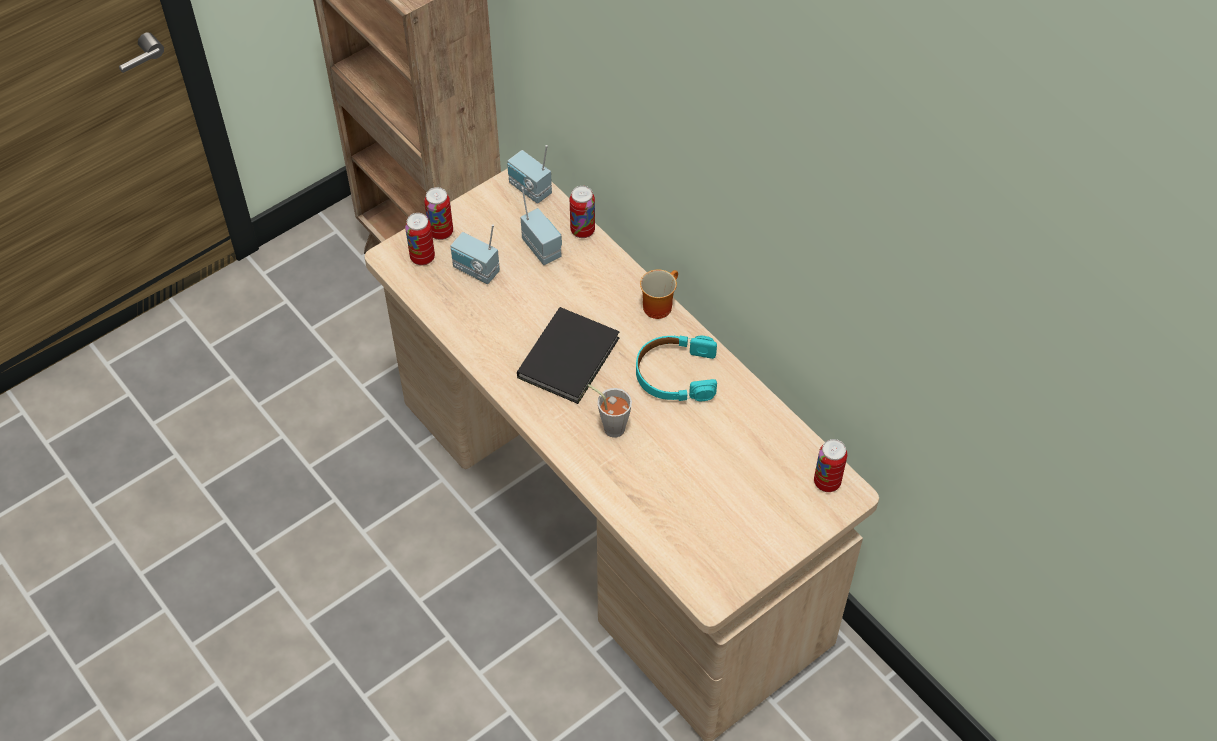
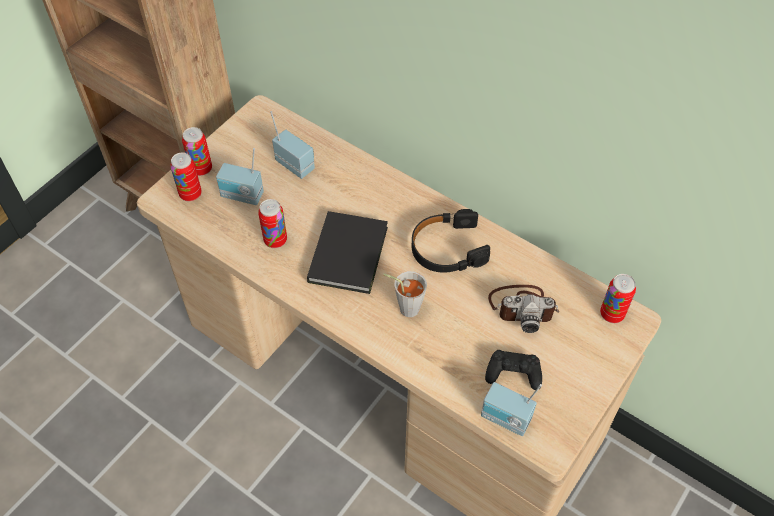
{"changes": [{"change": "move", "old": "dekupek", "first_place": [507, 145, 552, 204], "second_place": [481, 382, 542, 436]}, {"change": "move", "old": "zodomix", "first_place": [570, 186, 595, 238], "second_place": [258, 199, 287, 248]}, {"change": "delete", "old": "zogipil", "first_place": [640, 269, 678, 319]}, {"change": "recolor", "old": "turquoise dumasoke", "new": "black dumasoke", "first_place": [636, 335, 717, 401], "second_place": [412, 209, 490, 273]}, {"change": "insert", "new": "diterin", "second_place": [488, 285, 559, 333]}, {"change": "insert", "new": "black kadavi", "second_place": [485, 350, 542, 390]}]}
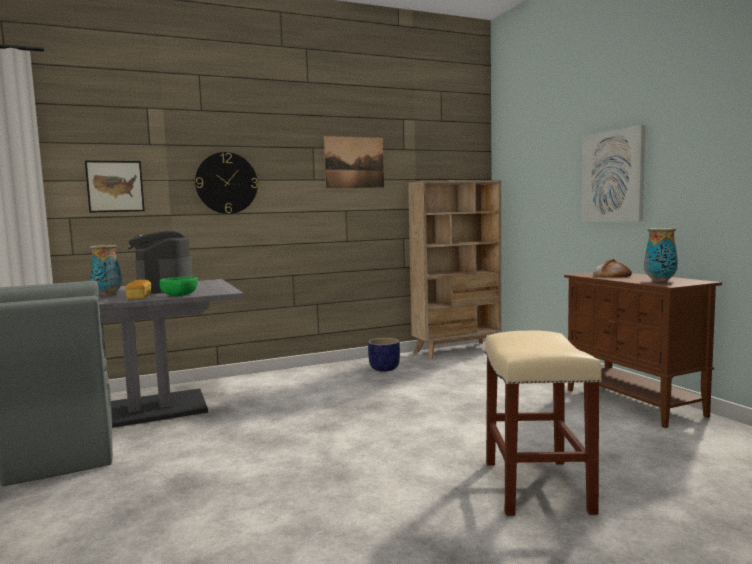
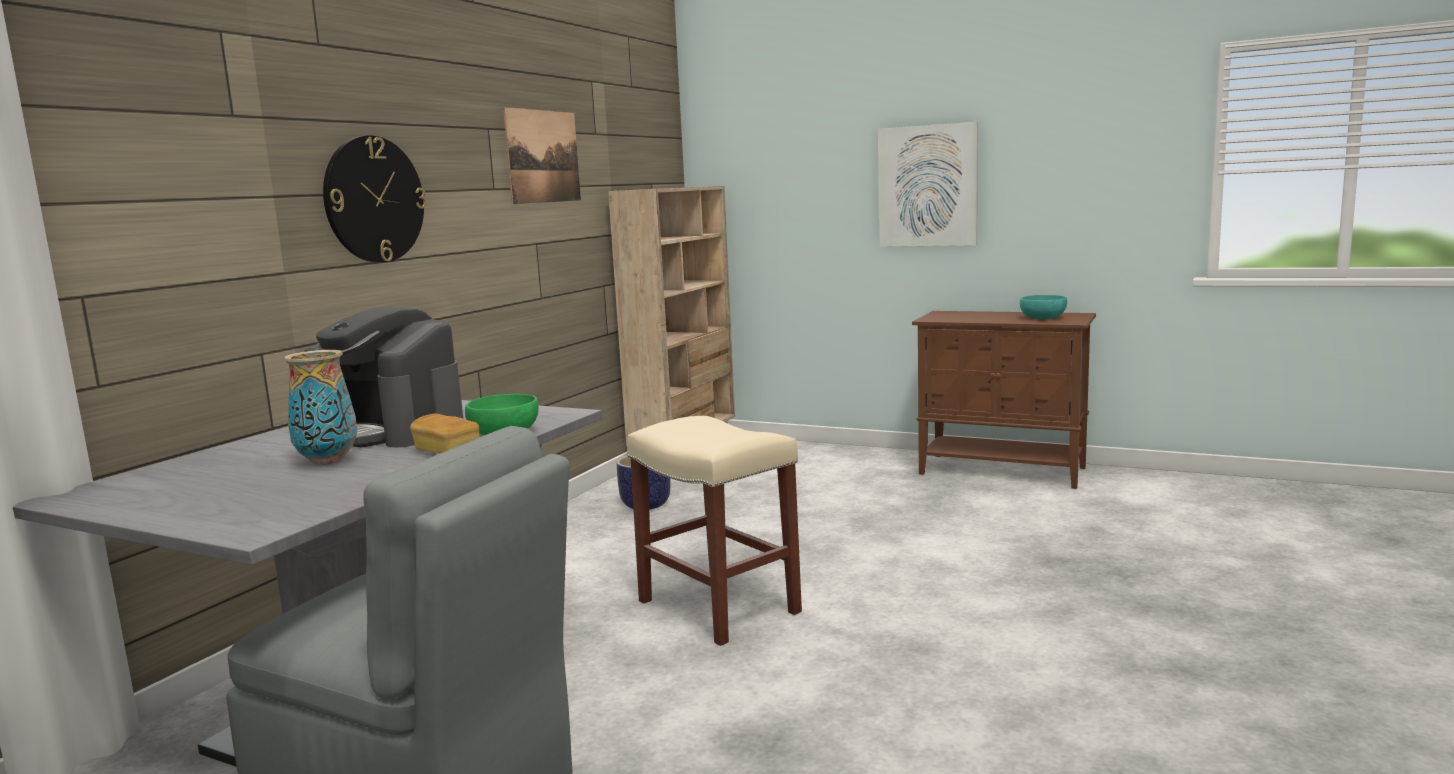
{"changes": [{"change": "delete", "old": "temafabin", "first_place": [85, 160, 145, 213]}, {"change": "replace", "old": "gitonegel", "new": "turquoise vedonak", "first_place": [644, 228, 678, 282], "second_place": [1020, 295, 1067, 319]}, {"change": "delete", "old": "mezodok", "first_place": [593, 259, 632, 278]}, {"change": "move", "old": "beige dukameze", "first_place": [485, 330, 602, 516], "second_place": [627, 416, 802, 646]}]}
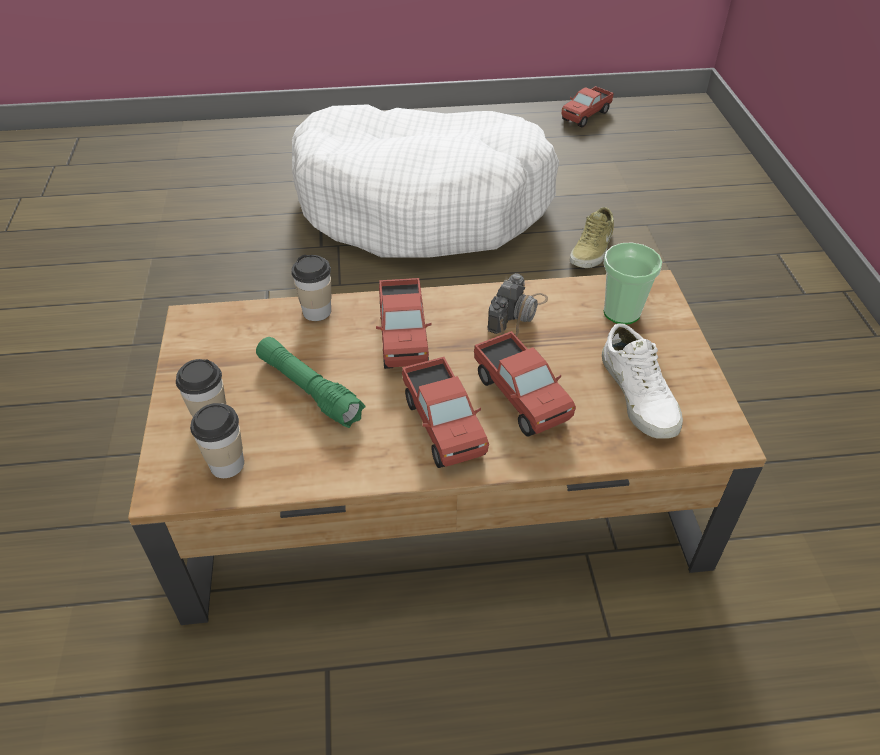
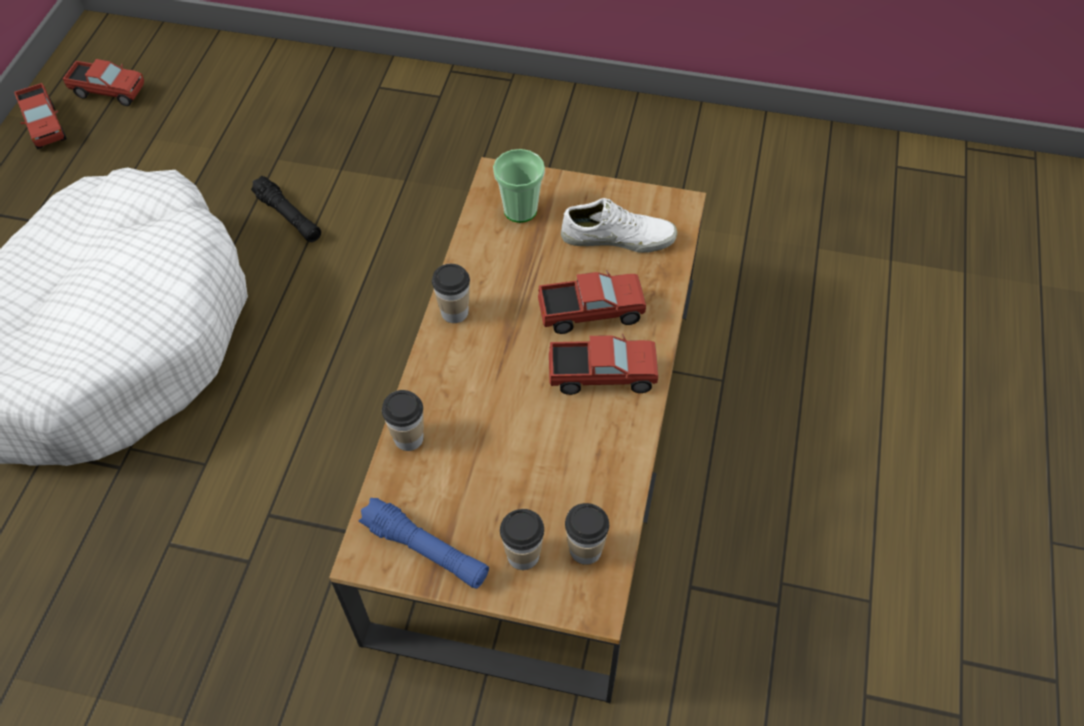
{"changes": [{"change": "replace", "old": "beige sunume", "new": "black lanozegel", "first_place": [570, 207, 614, 268], "second_place": [251, 176, 321, 242]}, {"change": "delete", "old": "diterin", "first_place": [487, 273, 548, 336]}, {"change": "move", "old": "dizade", "first_place": [376, 278, 432, 369], "second_place": [63, 59, 144, 106]}, {"change": "delete", "old": "green lanozegel", "first_place": [256, 337, 365, 428]}, {"change": "insert", "new": "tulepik", "second_place": [432, 264, 470, 323]}, {"change": "insert", "new": "blue lanozegel", "second_place": [359, 498, 489, 589]}]}
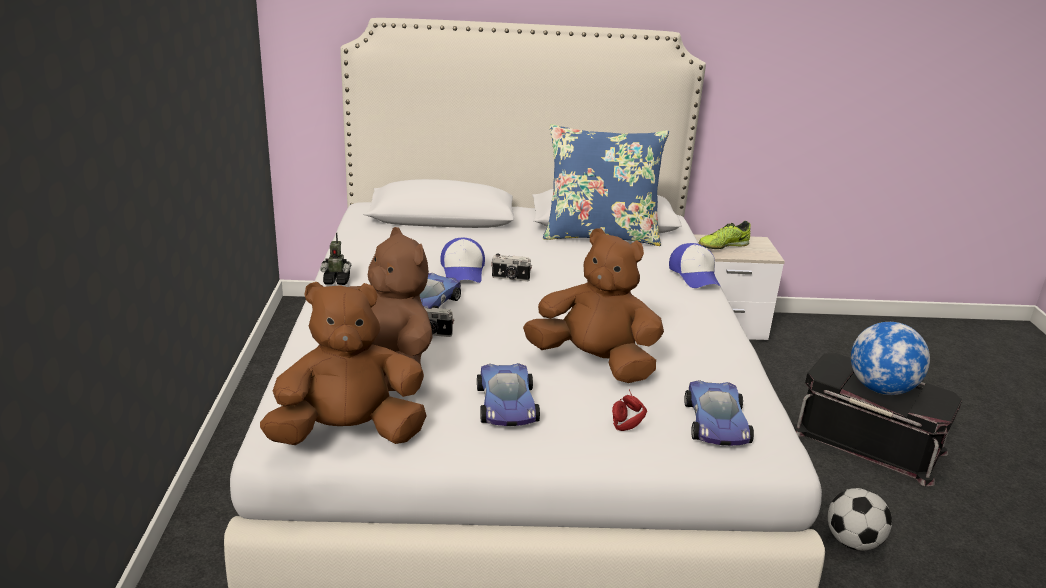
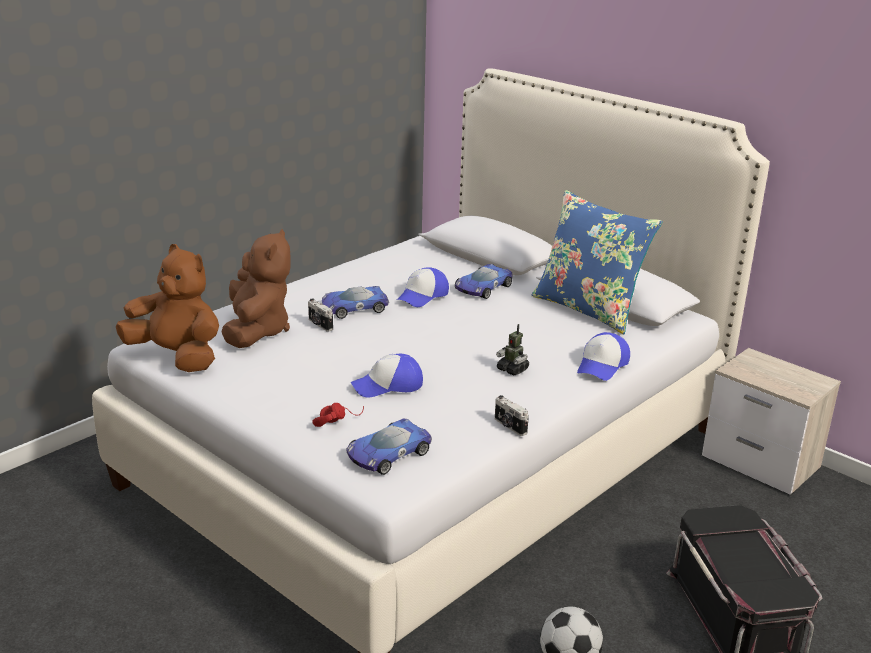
{"changes": [{"change": "delete", "old": "sunume", "first_place": [699, 221, 751, 249]}, {"change": "replace", "old": "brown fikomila", "new": "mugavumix", "first_place": [523, 228, 664, 383], "second_place": [351, 354, 423, 398]}, {"change": "move", "old": "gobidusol", "first_place": [320, 232, 351, 285], "second_place": [496, 324, 529, 376]}, {"change": "move", "old": "diterin", "first_place": [491, 254, 532, 281], "second_place": [495, 395, 529, 436]}, {"change": "delete", "old": "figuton", "first_place": [851, 322, 930, 395]}, {"change": "move", "old": "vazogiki", "first_place": [477, 363, 540, 426], "second_place": [455, 264, 513, 299]}]}
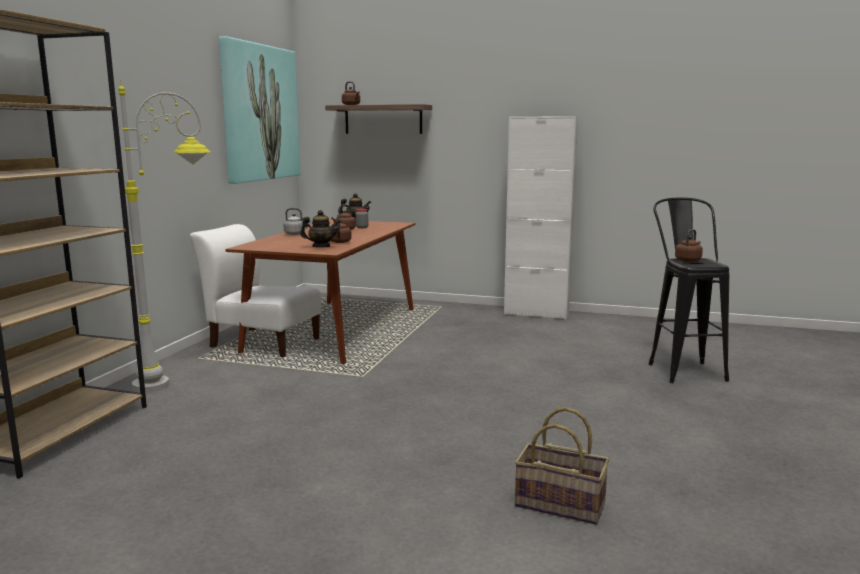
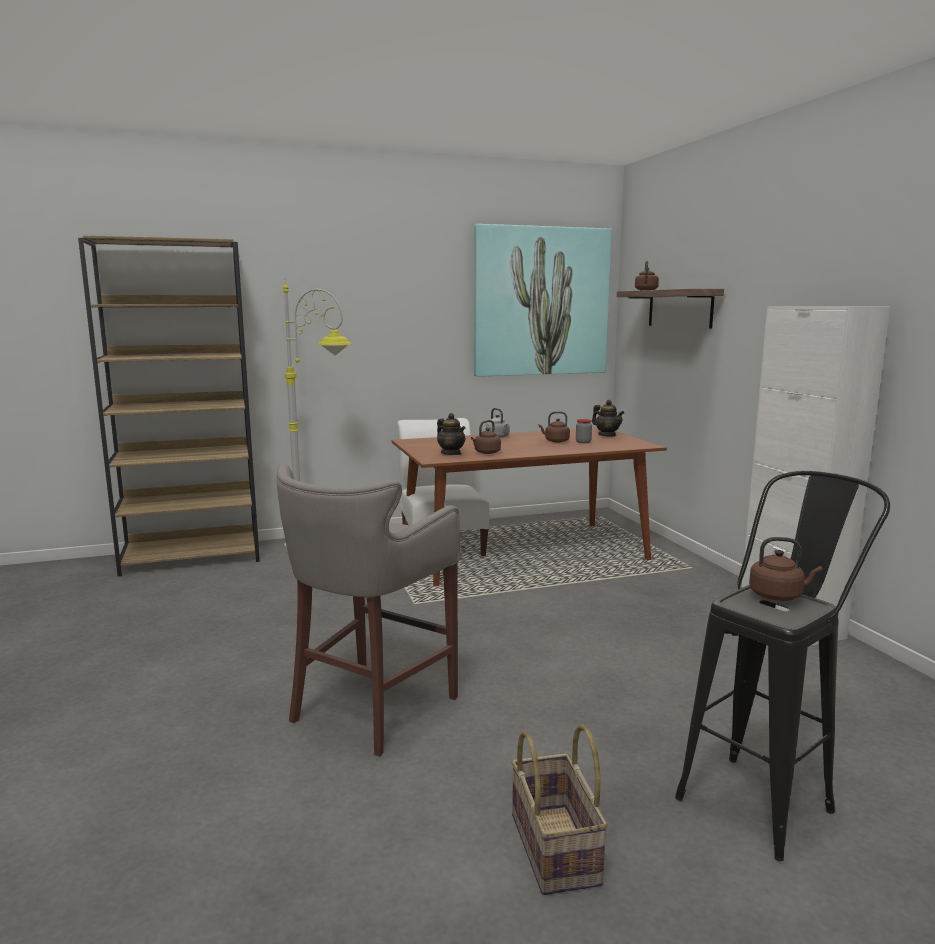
{"changes": [{"change": "move", "old": "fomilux", "first_place": [515, 407, 610, 525], "second_place": [511, 724, 608, 895]}, {"change": "insert", "new": "grey dukameze", "second_place": [277, 463, 460, 757]}]}
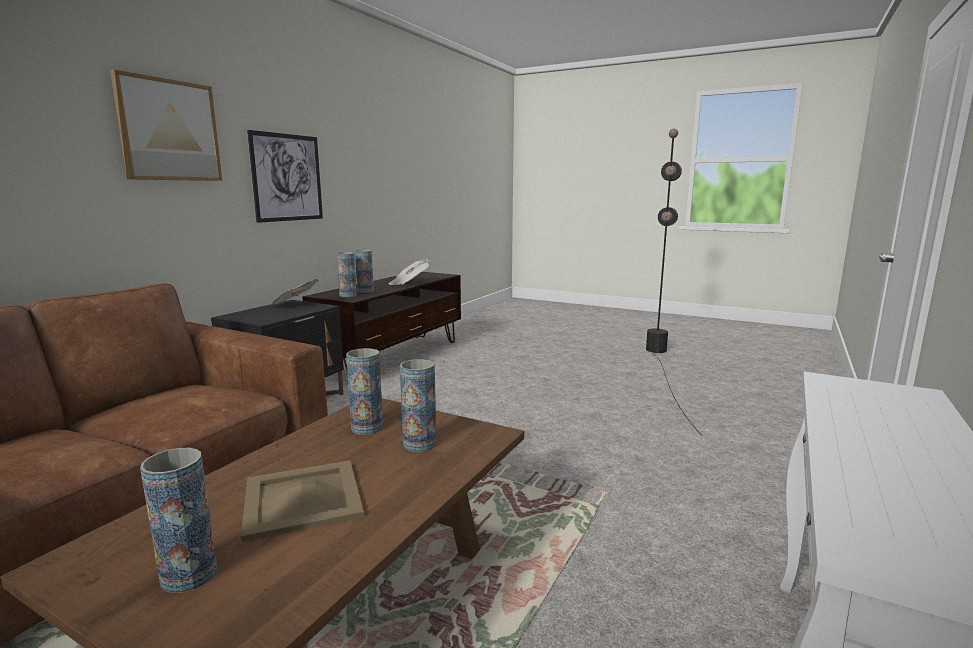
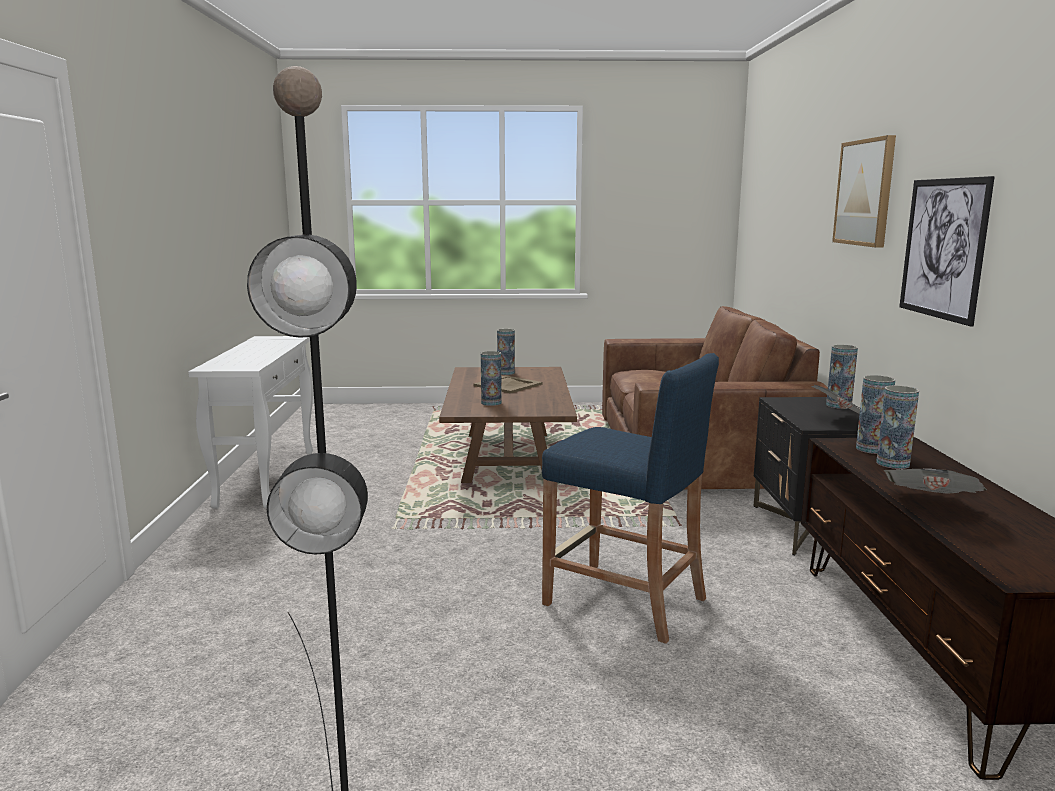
{"changes": [{"change": "move", "old": "gitonegel", "first_place": [346, 348, 383, 435], "second_place": [826, 345, 858, 409]}, {"change": "insert", "new": "blue dukameze", "second_place": [542, 353, 719, 644]}]}
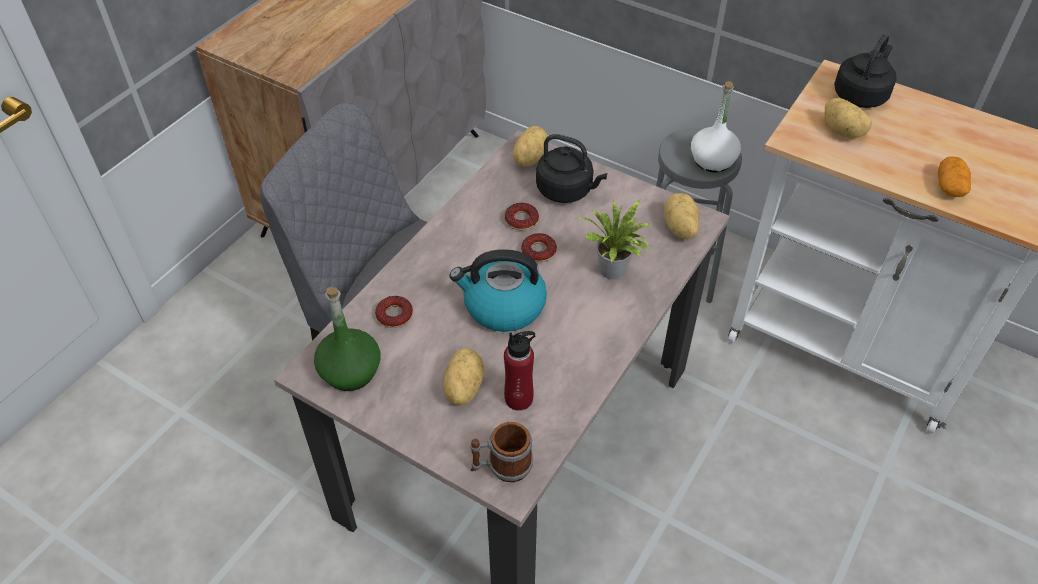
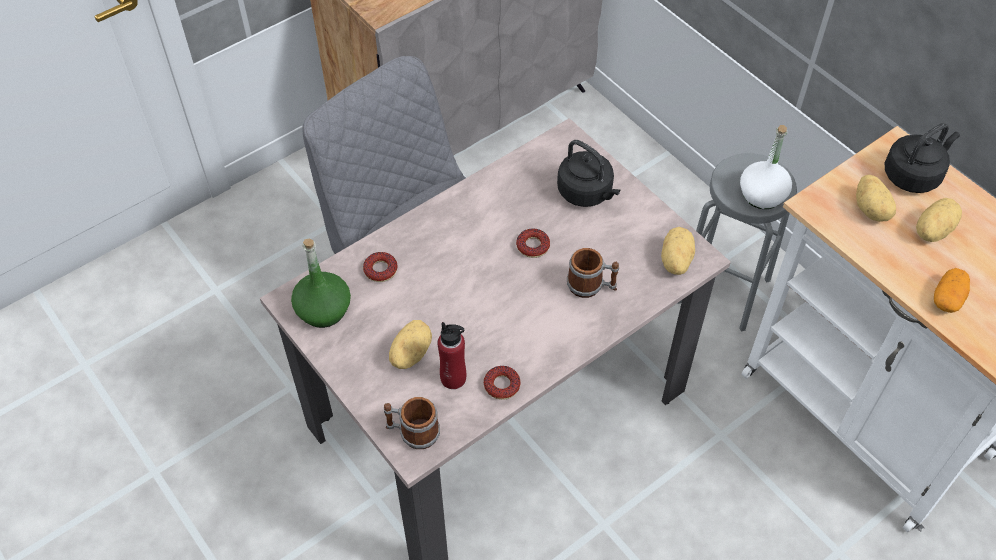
{"changes": [{"change": "move", "old": "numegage", "first_place": [513, 126, 548, 167], "second_place": [916, 198, 962, 242]}, {"change": "replace", "old": "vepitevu", "new": "zogipil", "first_place": [577, 199, 653, 279], "second_place": [567, 248, 619, 298]}, {"change": "move", "old": "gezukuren", "first_place": [505, 203, 539, 231], "second_place": [484, 366, 521, 400]}, {"change": "delete", "old": "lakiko", "first_place": [449, 249, 547, 332]}]}
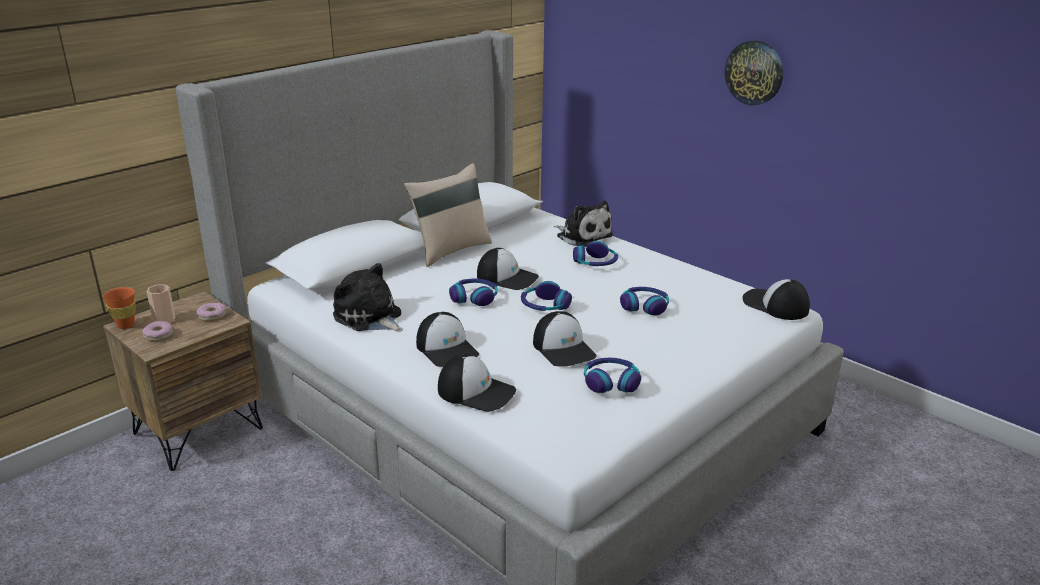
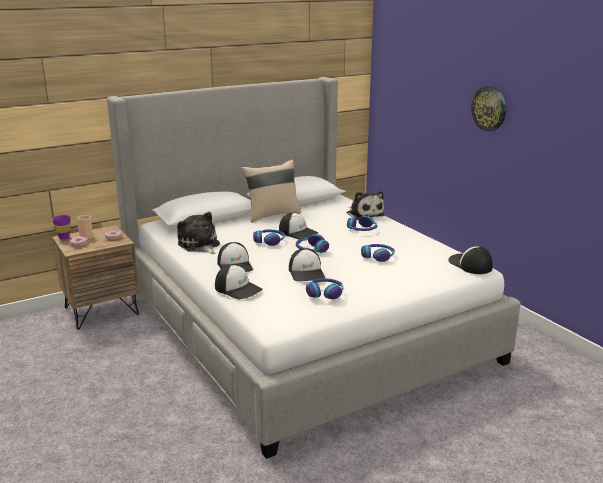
{"changes": [{"change": "recolor", "old": "orange tulepik", "new": "purple tulepik", "first_place": [103, 287, 136, 329], "second_place": [52, 215, 71, 240]}]}
